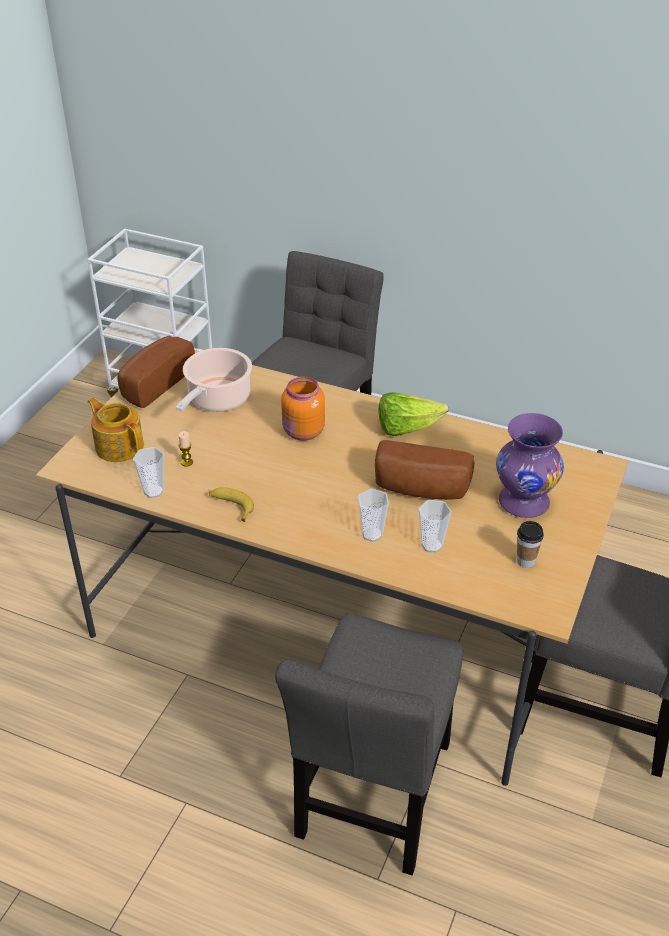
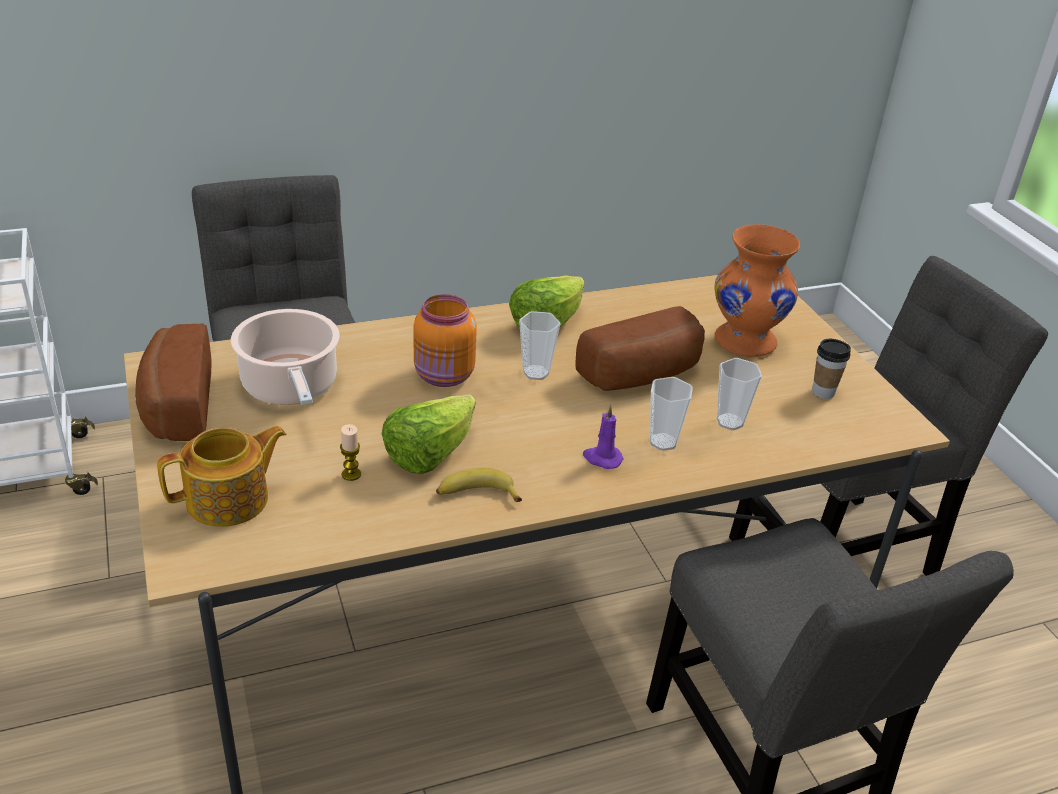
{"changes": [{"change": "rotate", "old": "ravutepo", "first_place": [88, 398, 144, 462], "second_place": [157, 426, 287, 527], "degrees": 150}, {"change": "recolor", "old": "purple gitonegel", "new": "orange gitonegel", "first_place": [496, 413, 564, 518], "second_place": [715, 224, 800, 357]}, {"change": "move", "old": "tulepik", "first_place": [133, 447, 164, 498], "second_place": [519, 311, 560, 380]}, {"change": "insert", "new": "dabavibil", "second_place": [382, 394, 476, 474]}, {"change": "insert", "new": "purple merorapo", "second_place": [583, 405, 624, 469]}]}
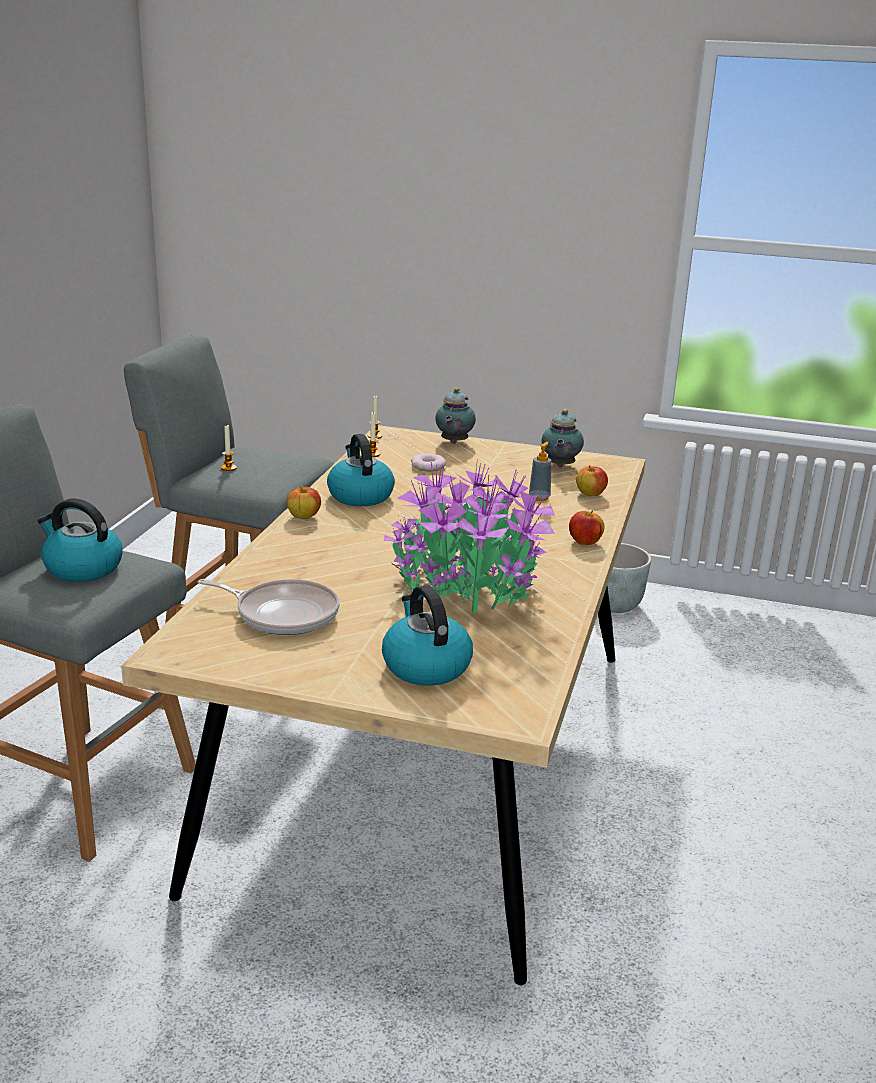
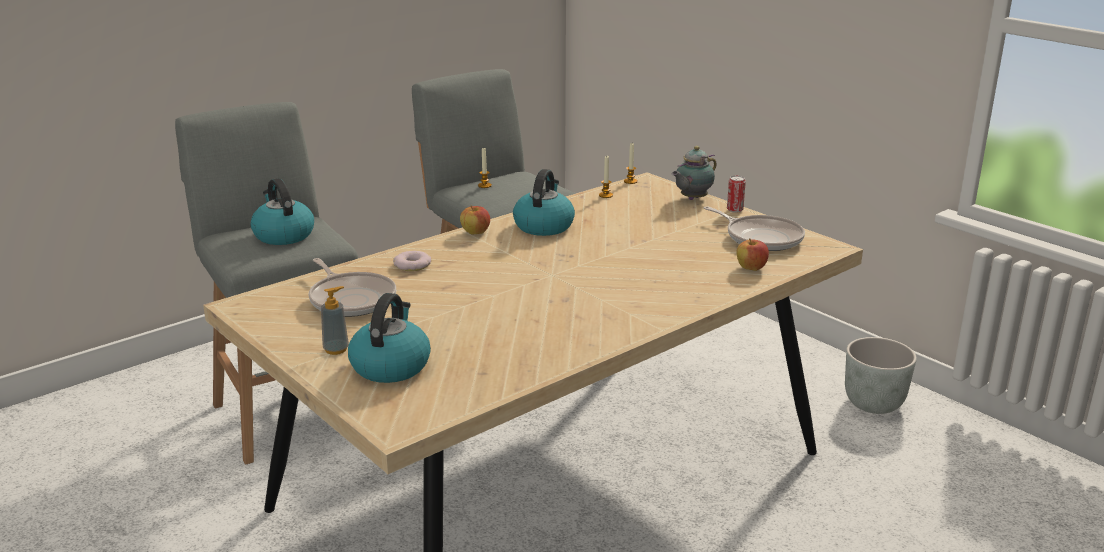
{"changes": [{"change": "replace", "old": "ravutepo", "new": "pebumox", "first_place": [542, 409, 584, 468], "second_place": [704, 206, 805, 251]}, {"change": "move", "old": "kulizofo", "first_place": [529, 442, 552, 501], "second_place": [321, 286, 349, 355]}, {"change": "move", "old": "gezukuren", "first_place": [411, 453, 446, 471], "second_place": [393, 251, 431, 271]}, {"change": "delete", "old": "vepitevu", "first_place": [384, 462, 555, 613]}, {"change": "delete", "old": "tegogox", "first_place": [569, 511, 605, 545]}, {"change": "insert", "new": "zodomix", "second_place": [727, 176, 746, 213]}]}
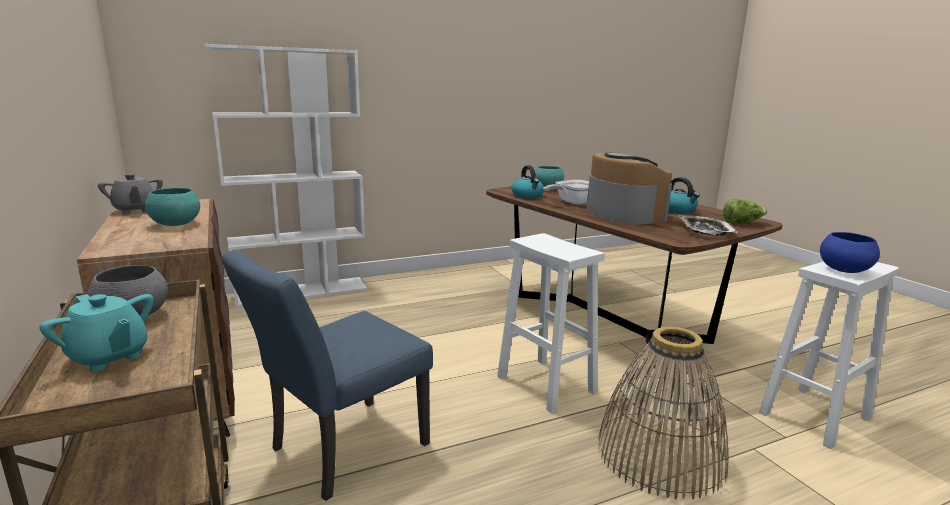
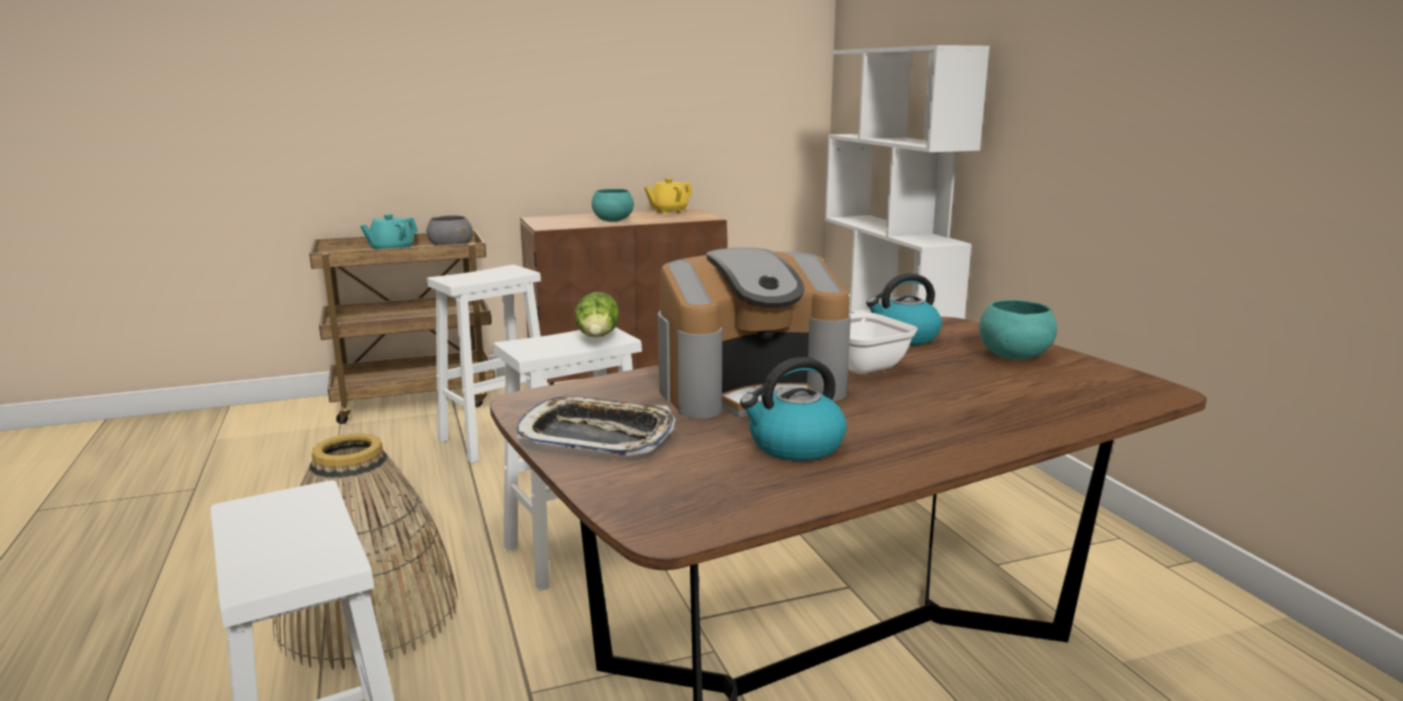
{"changes": [{"change": "recolor", "old": "grey ravutepo", "new": "yellow ravutepo", "first_place": [98, 174, 163, 214], "second_place": [644, 178, 693, 214]}, {"change": "move", "old": "dabavibil", "first_place": [723, 199, 767, 224], "second_place": [574, 292, 619, 337]}, {"change": "delete", "old": "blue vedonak", "first_place": [820, 232, 880, 273]}, {"change": "replace", "old": "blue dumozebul", "new": "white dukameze", "first_place": [222, 250, 433, 501], "second_place": [427, 265, 548, 463]}]}
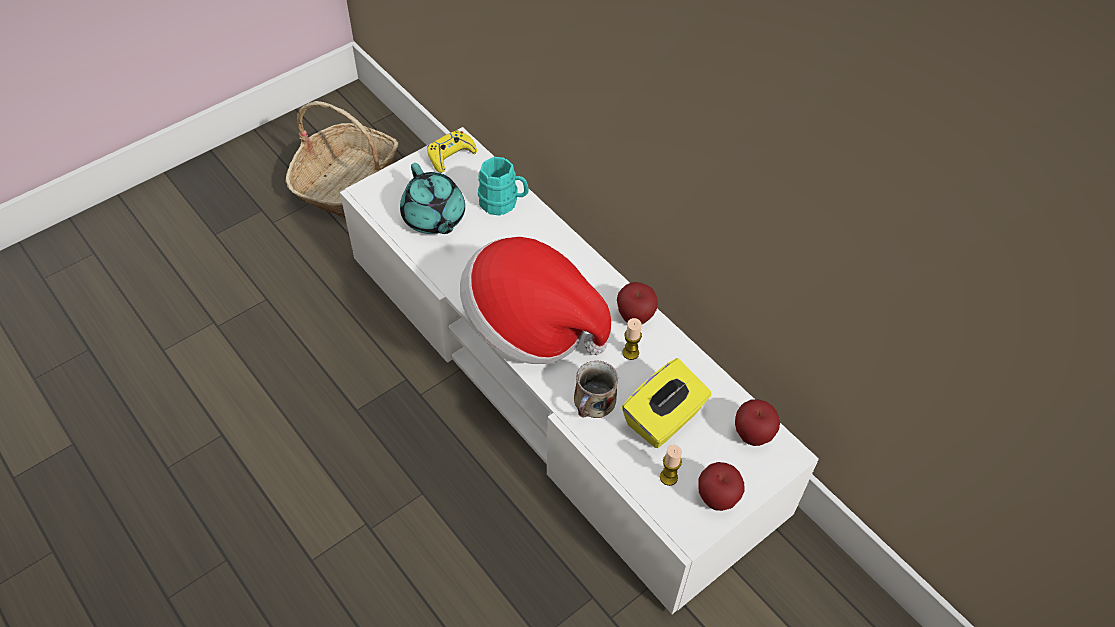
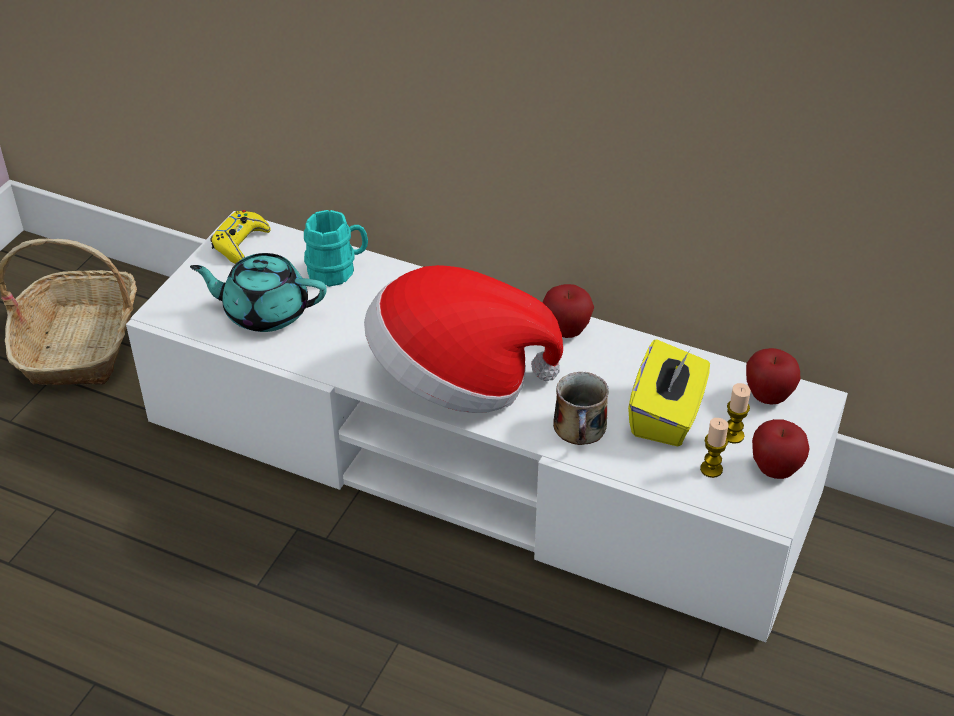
{"changes": [{"change": "rotate", "old": "turquoise ravutepo", "first_place": [400, 163, 465, 234], "second_place": [190, 253, 327, 332], "degrees": 150}, {"change": "move", "old": "merorapo", "first_place": [622, 318, 642, 360], "second_place": [727, 383, 751, 444]}]}
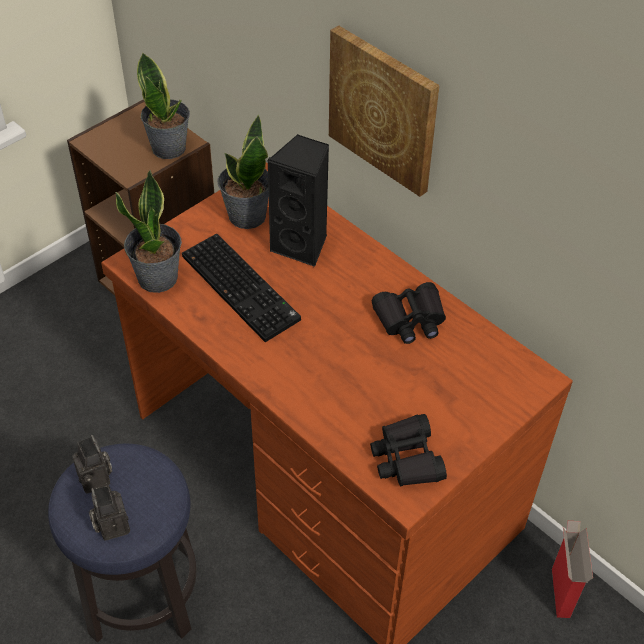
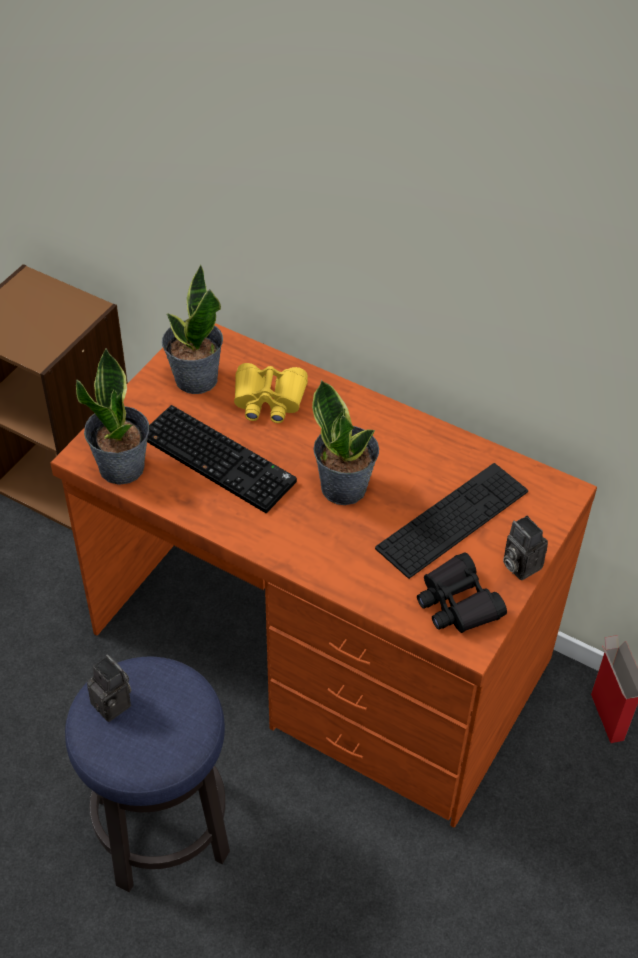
{"changes": [{"change": "delete", "old": "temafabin", "first_place": [329, 25, 440, 197]}, {"change": "move", "old": "vepitevu", "first_place": [137, 52, 190, 159], "second_place": [312, 380, 379, 505]}, {"change": "replace", "old": "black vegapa", "new": "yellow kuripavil", "first_place": [267, 134, 329, 267], "second_place": [234, 363, 308, 423]}, {"change": "delete", "old": "black kuripavil", "first_place": [372, 282, 446, 344]}, {"change": "move", "old": "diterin", "first_place": [89, 485, 130, 541], "second_place": [503, 516, 548, 580]}, {"change": "insert", "new": "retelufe", "second_place": [375, 463, 528, 579]}]}
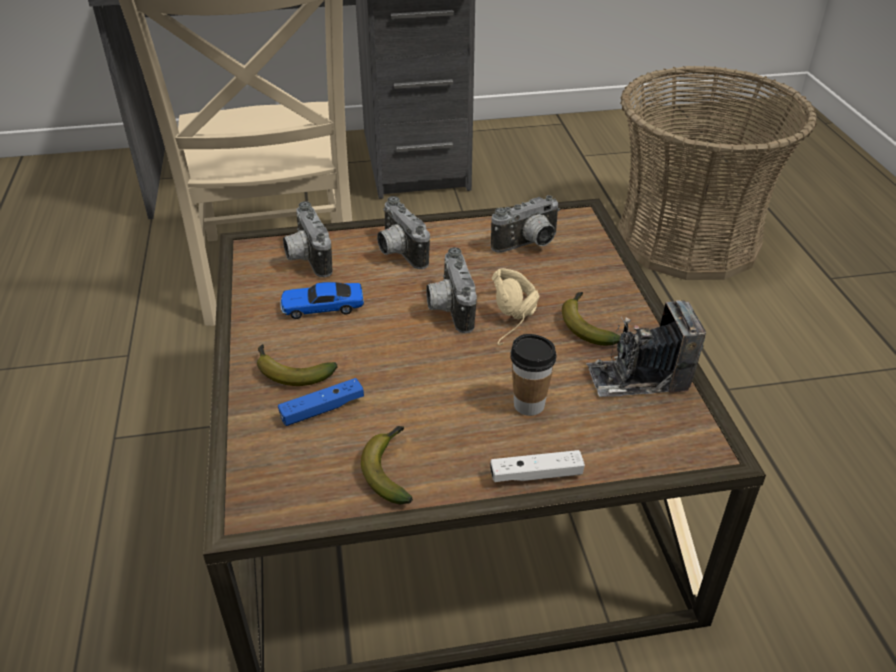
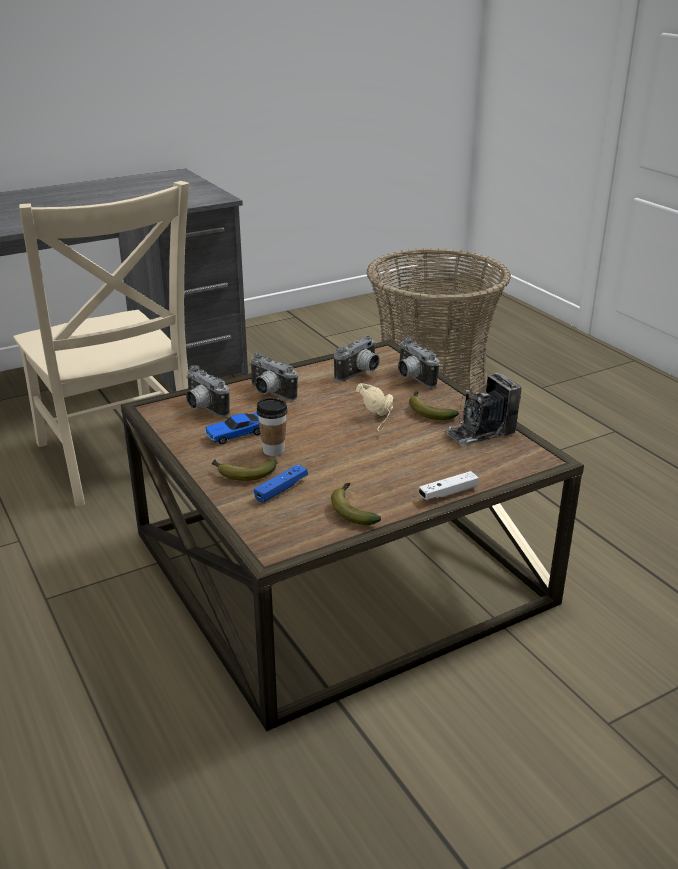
{"changes": [{"change": "move", "old": "diterin", "first_place": [426, 247, 477, 333], "second_place": [398, 337, 439, 388]}, {"change": "move", "old": "tulepik", "first_place": [510, 334, 557, 416], "second_place": [256, 398, 288, 456]}]}
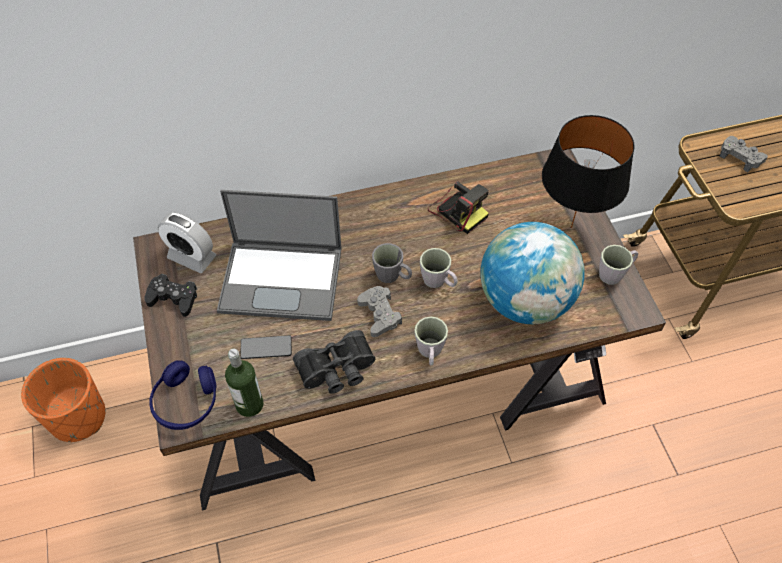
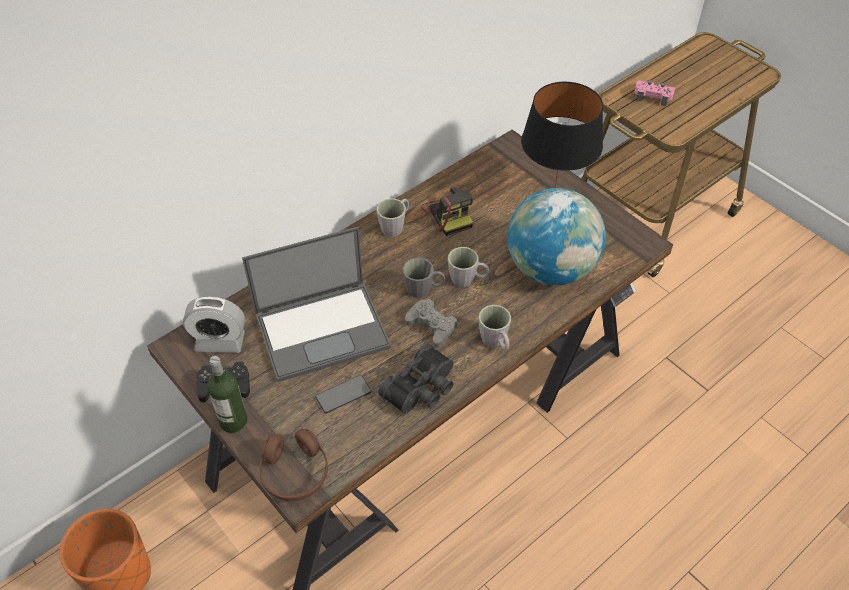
{"changes": [{"change": "recolor", "old": "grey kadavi", "new": "pink kadavi", "first_place": [720, 136, 768, 172], "second_place": [635, 80, 675, 106]}, {"change": "rotate", "old": "diterin", "first_place": [428, 181, 489, 234], "second_place": [421, 186, 473, 236], "degrees": 45}, {"change": "move", "old": "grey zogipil", "first_place": [599, 245, 638, 285], "second_place": [376, 198, 409, 237]}, {"change": "move", "old": "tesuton", "first_place": [225, 349, 264, 417], "second_place": [207, 356, 247, 433]}, {"change": "recolor", "old": "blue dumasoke", "new": "brown dumasoke", "first_place": [149, 360, 217, 430], "second_place": [259, 429, 328, 501]}]}
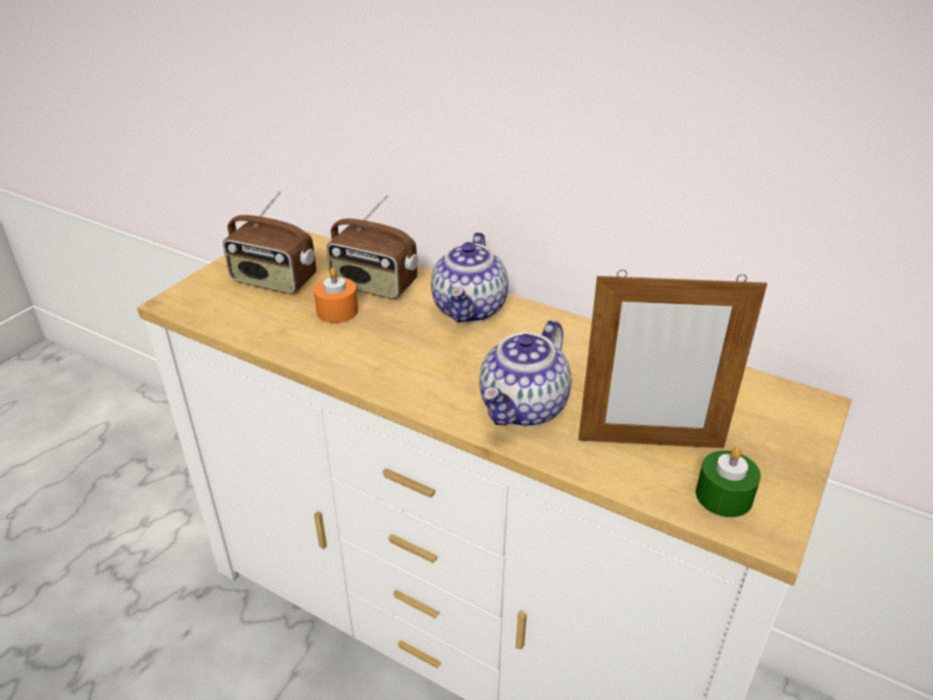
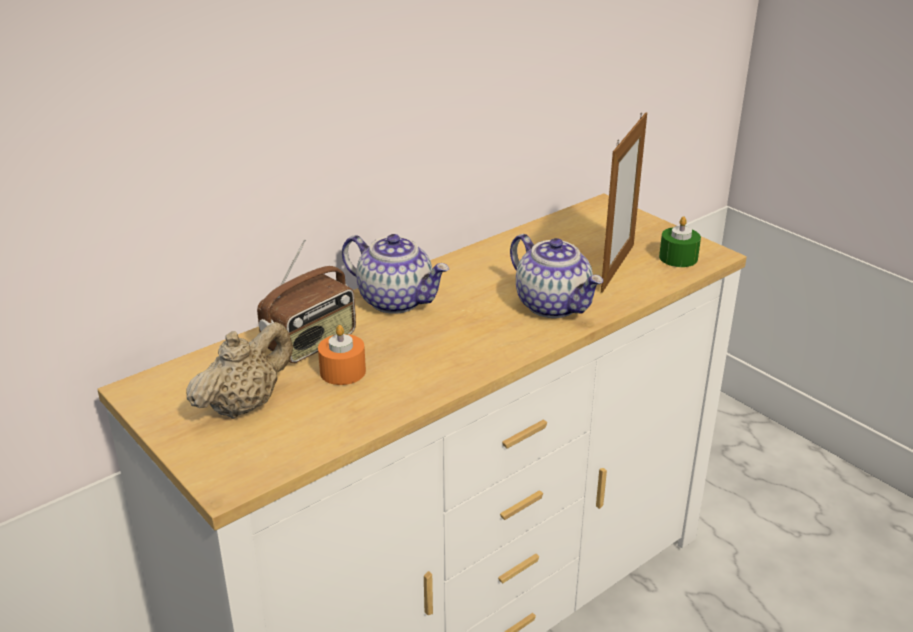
{"changes": [{"change": "replace", "old": "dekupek", "new": "beige ravutepo", "first_place": [223, 191, 316, 294], "second_place": [187, 322, 293, 419]}]}
